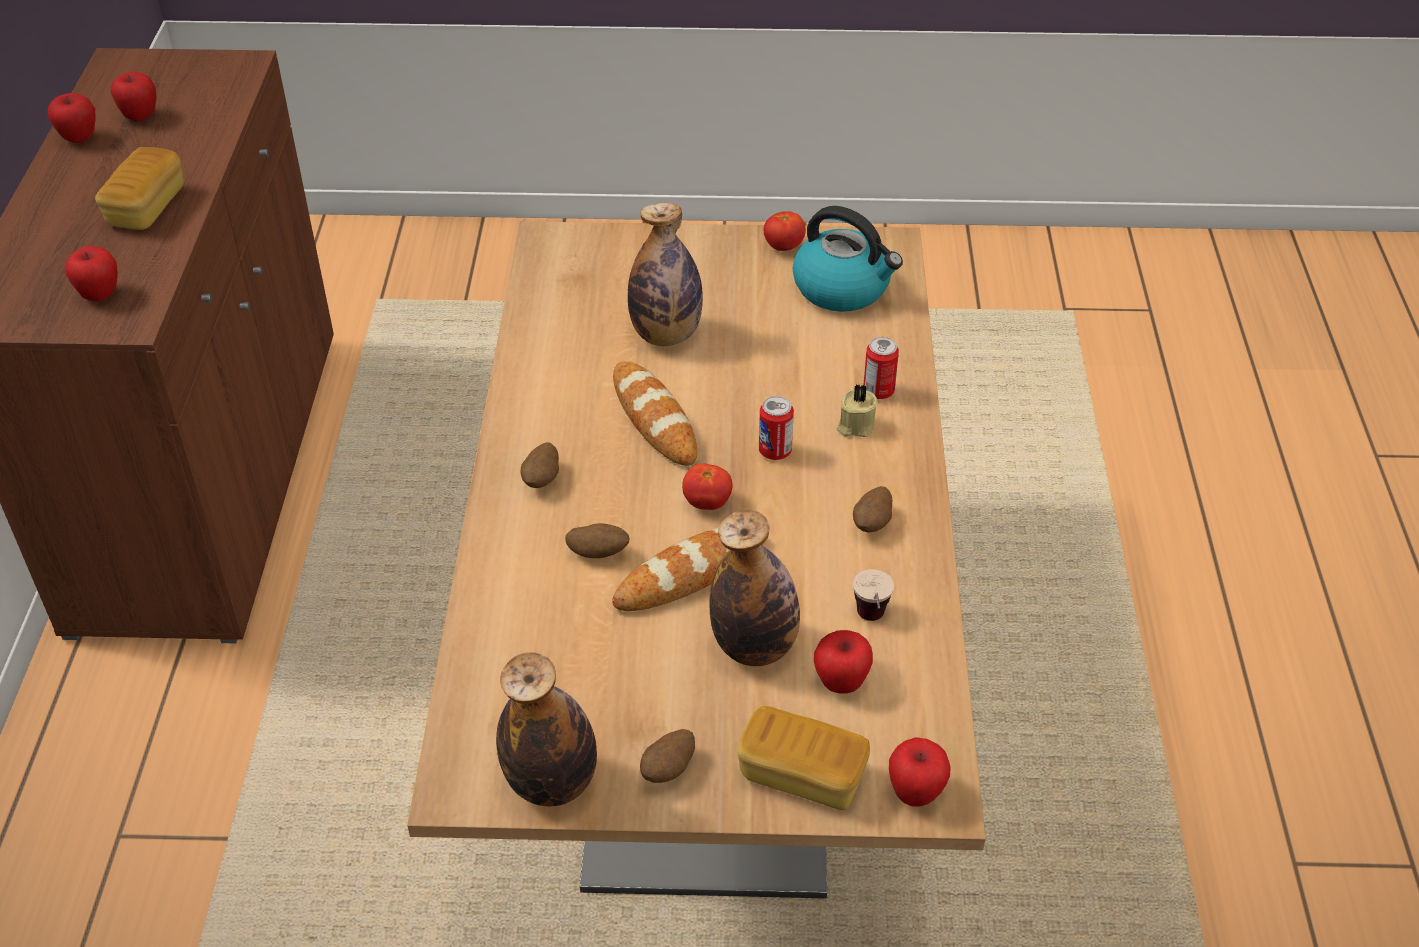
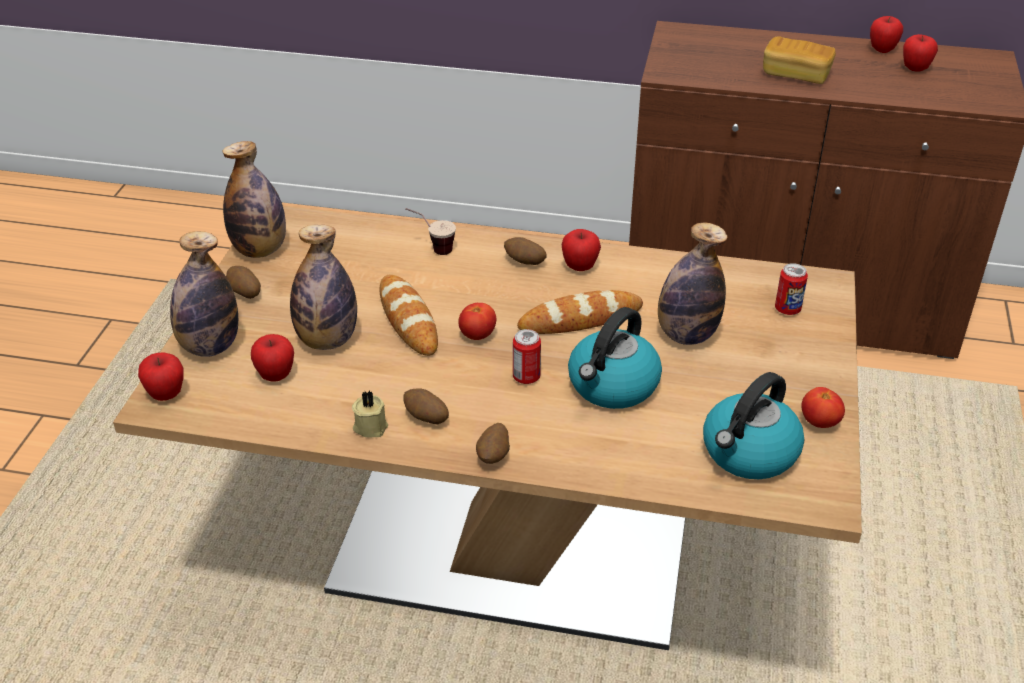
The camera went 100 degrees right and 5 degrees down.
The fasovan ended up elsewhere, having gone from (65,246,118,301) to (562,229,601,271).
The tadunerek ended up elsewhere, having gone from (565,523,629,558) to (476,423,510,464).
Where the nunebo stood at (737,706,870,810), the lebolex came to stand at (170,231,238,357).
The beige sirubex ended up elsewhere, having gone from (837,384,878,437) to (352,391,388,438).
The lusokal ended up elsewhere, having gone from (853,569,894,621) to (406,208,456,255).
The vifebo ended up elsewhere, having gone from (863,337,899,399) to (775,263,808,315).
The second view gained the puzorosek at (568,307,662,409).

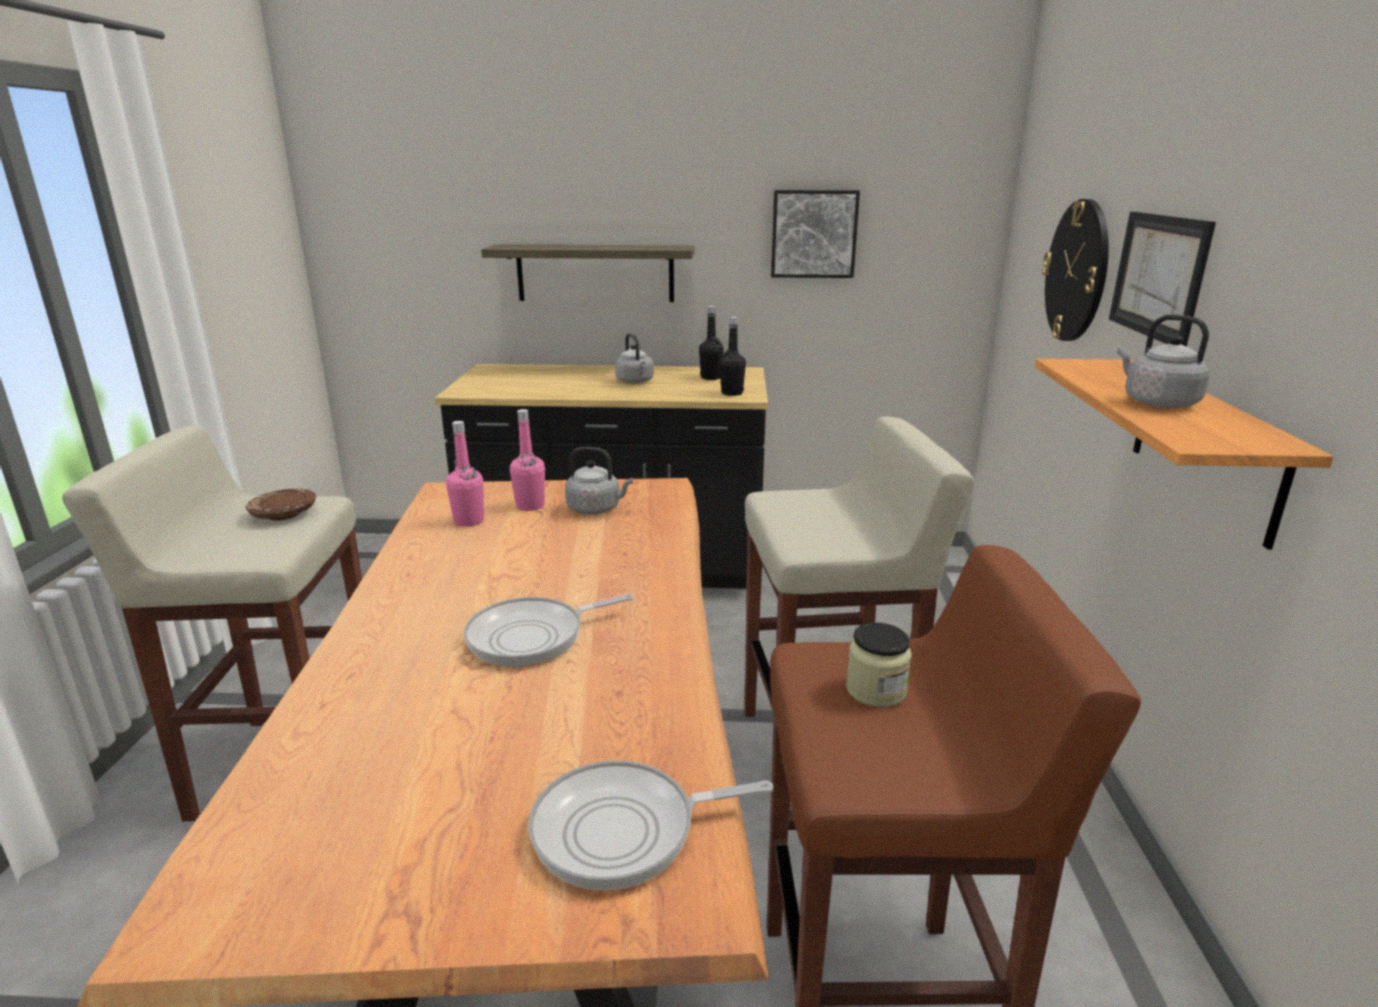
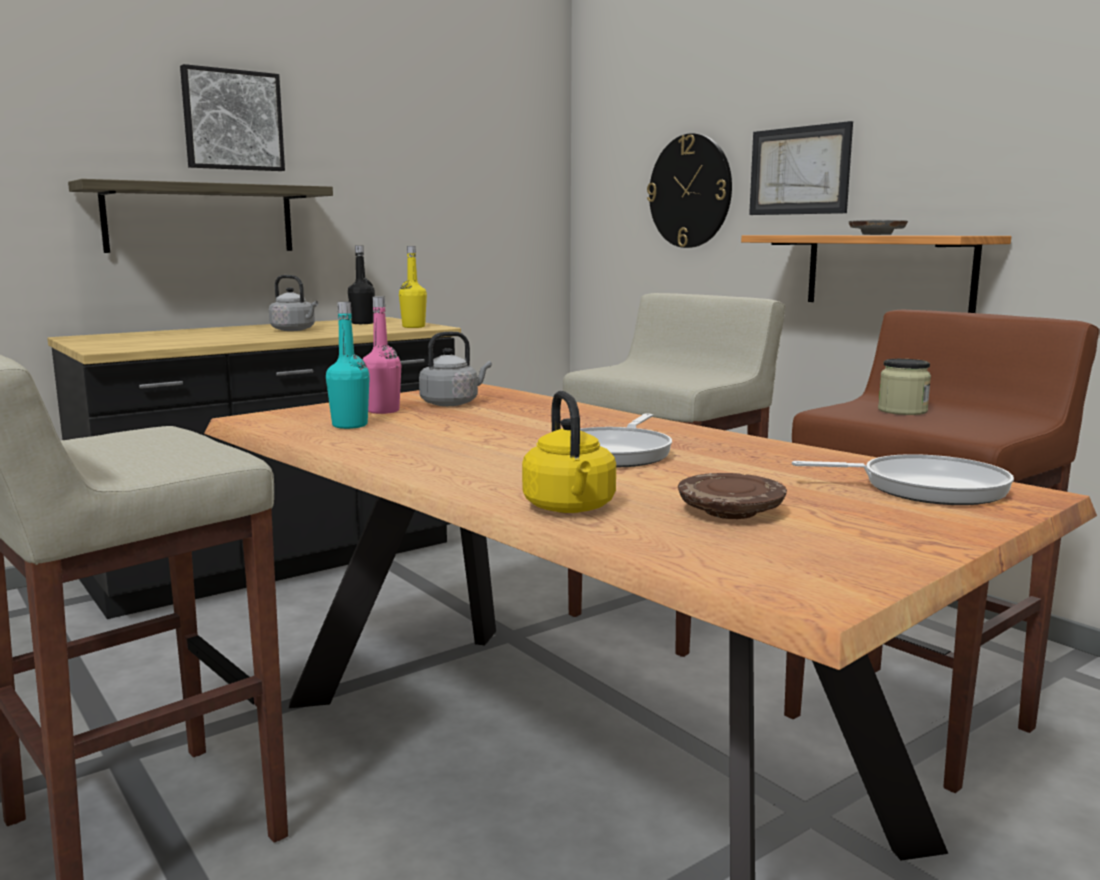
The camera went 40 degrees left and 10 degrees down.
The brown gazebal ended up elsewhere, having gone from (245,489,316,521) to (678,473,787,519).
What was the pink lebolex at (446,421,484,527) turned into the turquoise lebolex at (326,302,370,429).
The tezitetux at (528,760,773,891) ended up facing another way, 120 degrees counterclockwise from before.
What was the black lebolex at (719,317,746,396) turned into the yellow lebolex at (399,246,427,328).
The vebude ended up elsewhere, having gone from (771,190,860,278) to (180,64,285,171).
Where the grey puzorosek stood at (1117,314,1210,408), the grey gazebal came to stand at (848,219,908,235).
The second view gained the yellow puzorosek at (522,391,616,513).

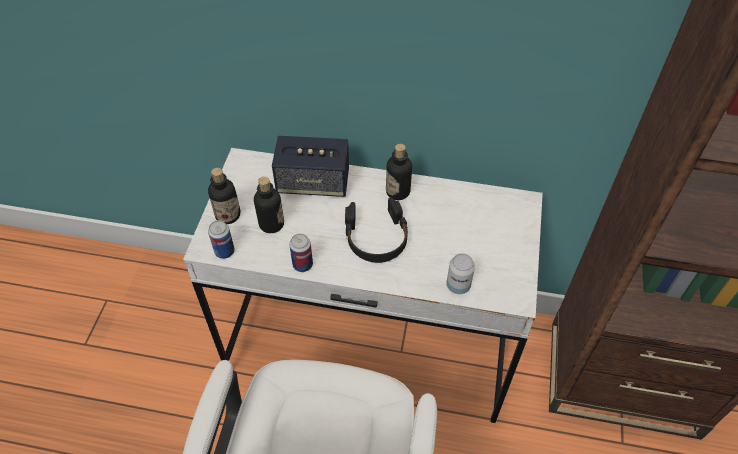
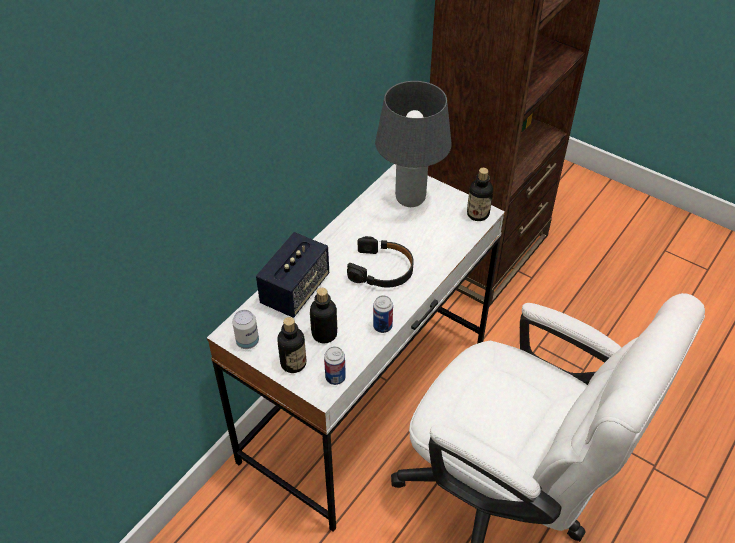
The camera went 65 degrees left and 5 degrees down.
The lebolex ended up elsewhere, having gone from (386,144,412,200) to (467,168,493,221).
The vifebo ended up elsewhere, having gone from (446,253,475,294) to (232,310,259,349).
The second view gained the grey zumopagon at (375,81,452,207).

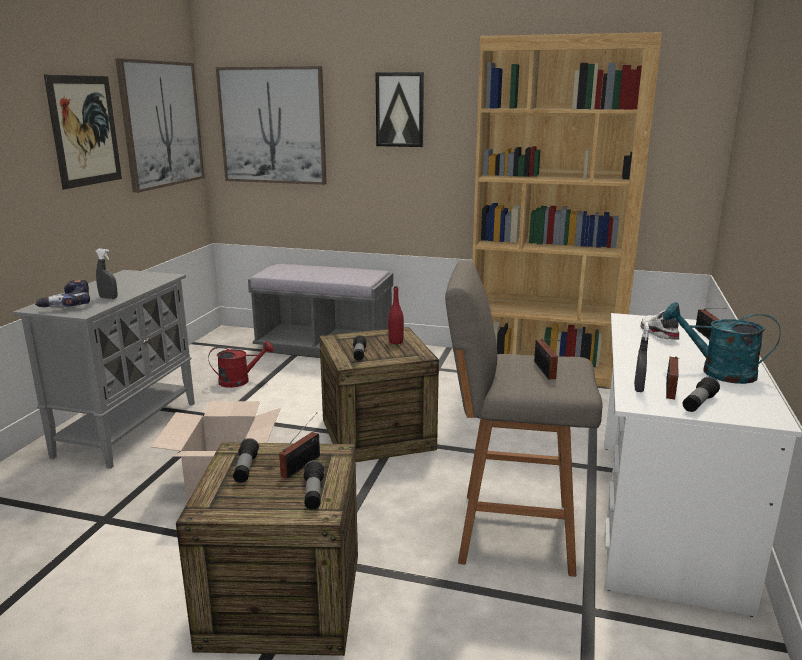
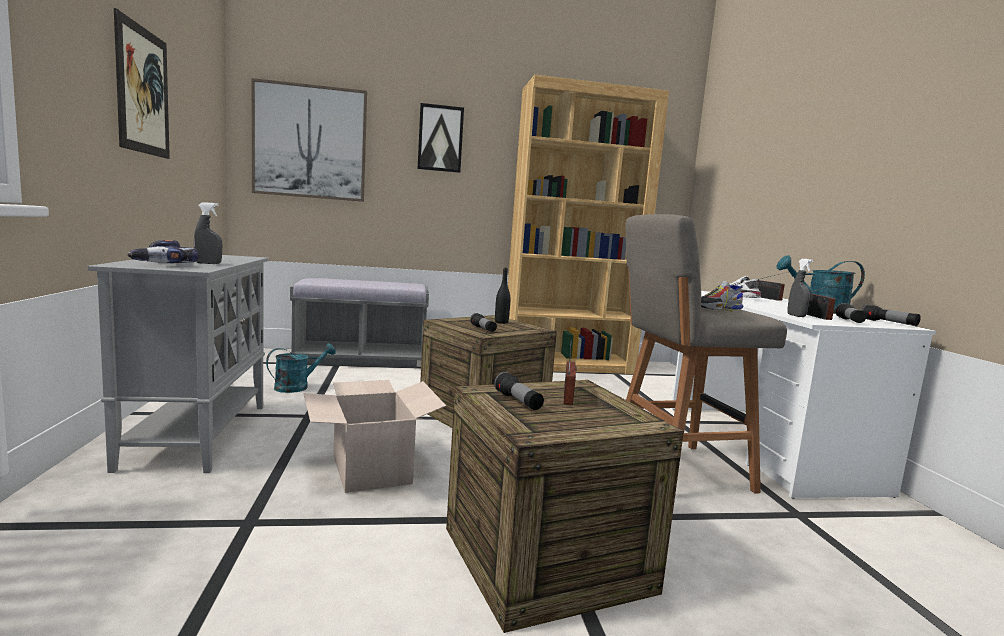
The camera went 25 degrees left and 10 degrees down.
The second view lost the vebude at (115,58,205,193).
What was the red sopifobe at (208,341,274,388) turned into the turquoise sopifobe at (266,343,336,393).
The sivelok ended up elsewhere, having gone from (304,460,324,510) to (862,304,921,326).
What was the red lebolex at (388,286,404,344) turned into the black lebolex at (495,267,510,324).
Where the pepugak stood at (534,339,560,379), the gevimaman came to stand at (701,281,744,311).

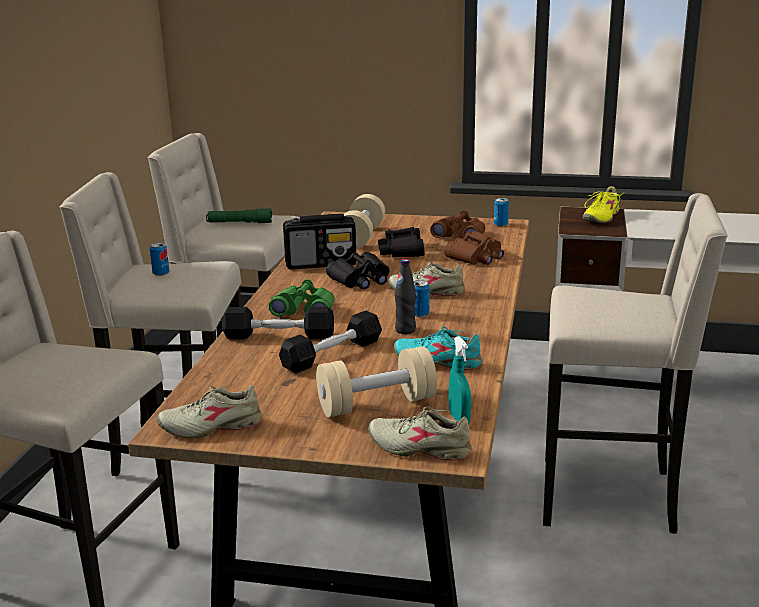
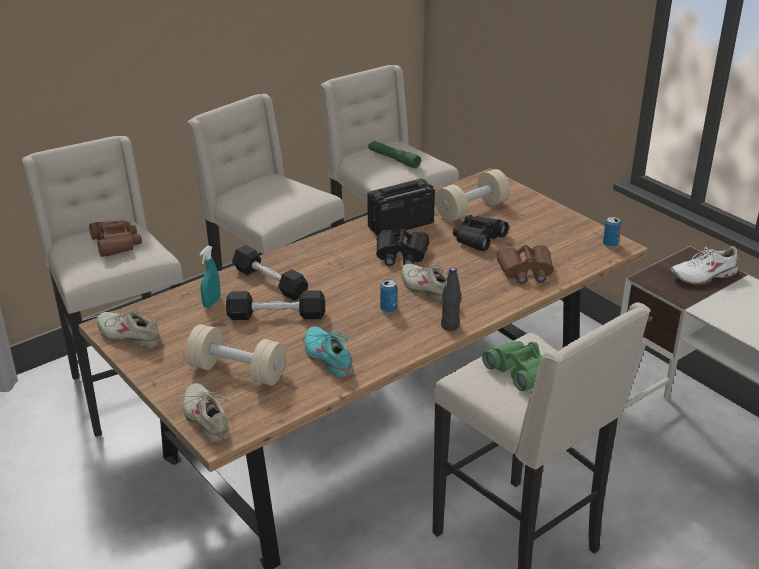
The camera went 40 degrees right and 10 degrees up.
The second view lost the vifebo at (150,242,169,276).
The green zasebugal ended up elsewhere, having gone from (269,279,335,316) to (482,341,543,391).
The pepugak at (283,214,356,270) ended up facing another way, 120 degrees clockwise from before.
The black lebolex ended up elsewhere, having gone from (395,259,416,334) to (441,267,461,331).
The brown zasebugal ended up elsewhere, having gone from (430,210,485,239) to (89,220,142,257).
The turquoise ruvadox ended up elsewhere, having gone from (449,336,471,424) to (200,246,220,308).
What was the yellow gevimaman at (583,186,622,223) turned into the white gevimaman at (670,246,738,284).

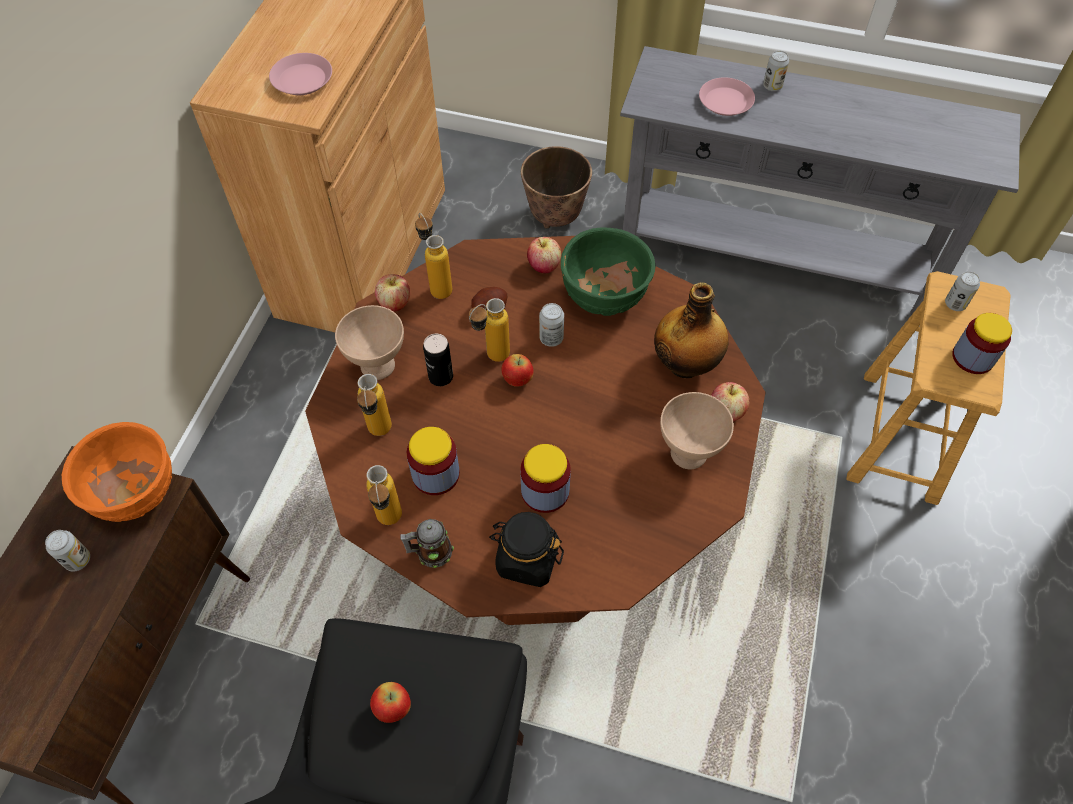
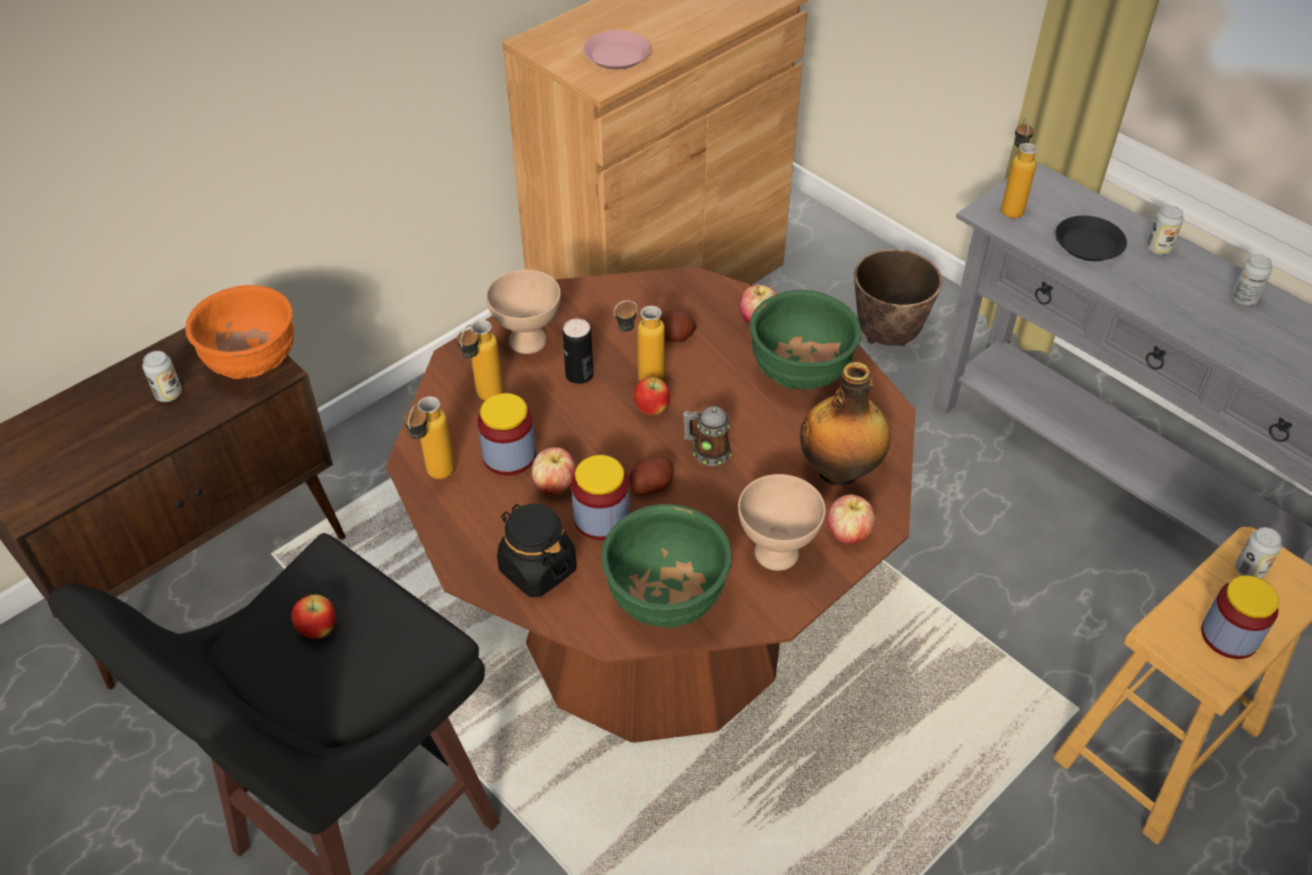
The camera went 30 degrees right and 10 degrees down.
The fasovan ended up elsewhere, having gone from (375,274,410,312) to (532,447,576,495).
The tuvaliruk ended up elsewhere, having gone from (400,519,454,568) to (683,406,732,466).
The lebolex ended up elsewhere, having gone from (415,213,452,299) to (1001,118,1038,218).
The vifebo ended up elsewhere, having gone from (539,303,564,347) to (1232,254,1272,305).
What was the pink gazebal at (699,77,755,116) turned into the black gazebal at (1055,216,1127,261).
The second view gained the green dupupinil at (601,504,732,628).
The second view gained the tadunerek at (629,456,673,494).

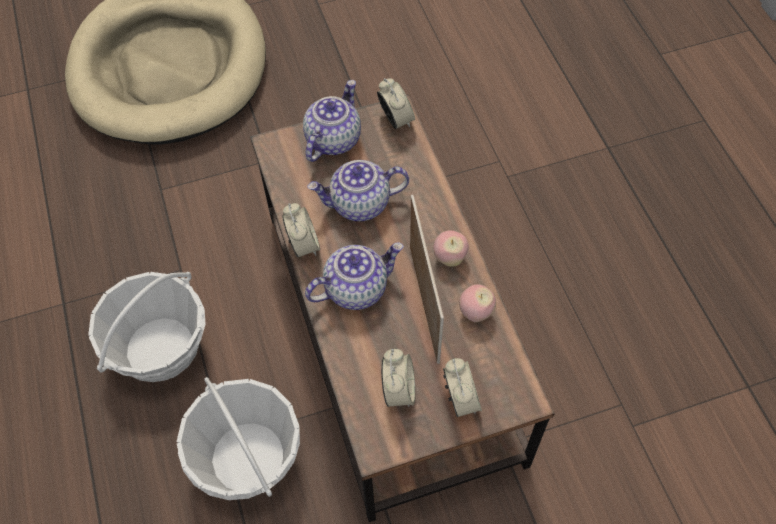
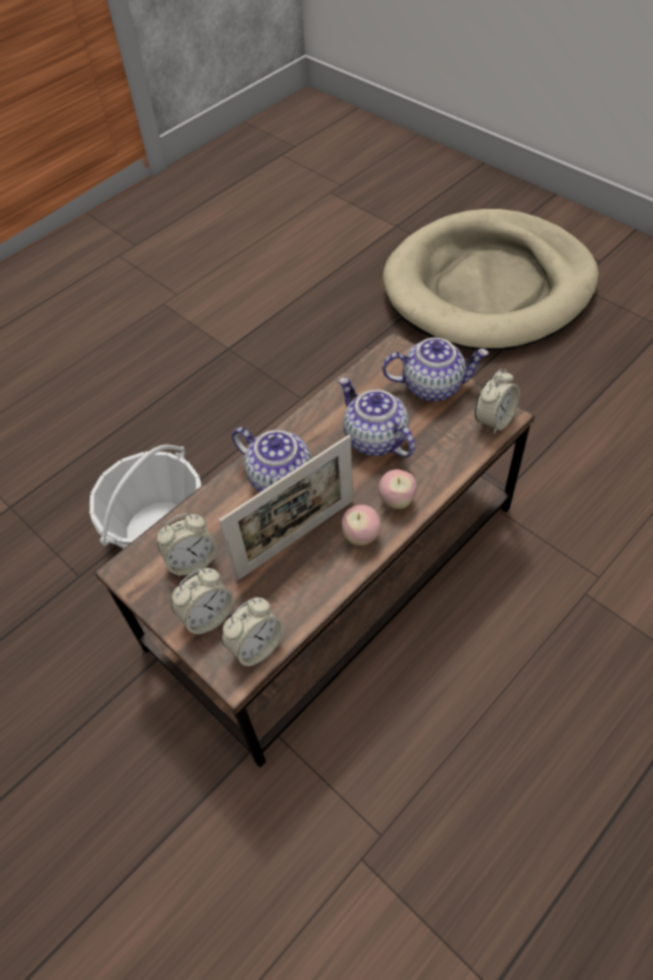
The camera went 65 degrees right and 5 degrees down.
The second view lost the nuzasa at (88,272,206,382).
The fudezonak ended up elsewhere, having gone from (282,203,320,257) to (221,597,284,667).
The fasovan ended up elsewhere, having gone from (459,284,496,322) to (378,469,417,509).

